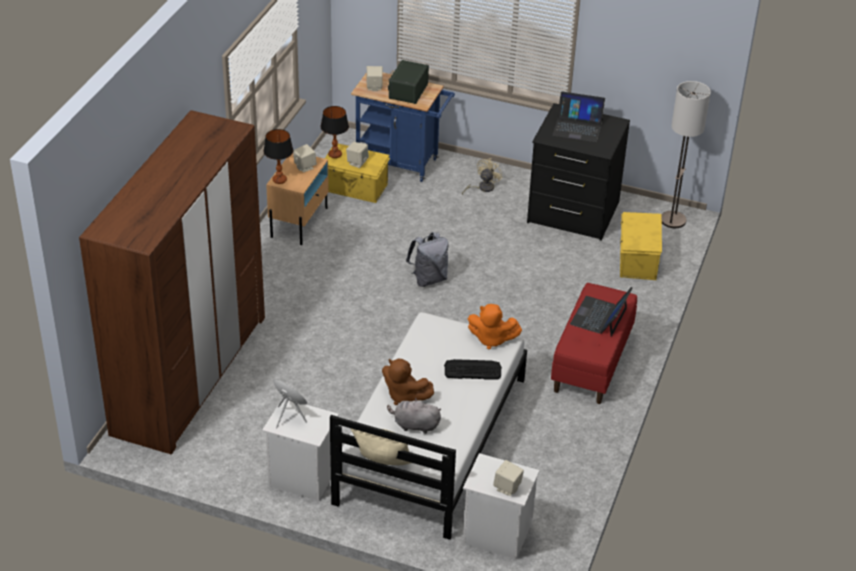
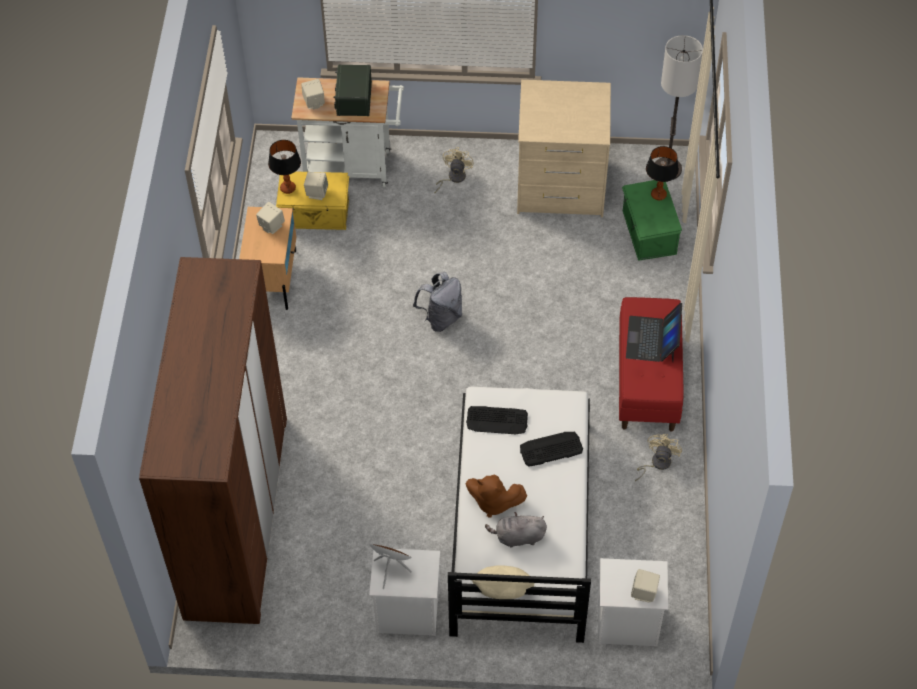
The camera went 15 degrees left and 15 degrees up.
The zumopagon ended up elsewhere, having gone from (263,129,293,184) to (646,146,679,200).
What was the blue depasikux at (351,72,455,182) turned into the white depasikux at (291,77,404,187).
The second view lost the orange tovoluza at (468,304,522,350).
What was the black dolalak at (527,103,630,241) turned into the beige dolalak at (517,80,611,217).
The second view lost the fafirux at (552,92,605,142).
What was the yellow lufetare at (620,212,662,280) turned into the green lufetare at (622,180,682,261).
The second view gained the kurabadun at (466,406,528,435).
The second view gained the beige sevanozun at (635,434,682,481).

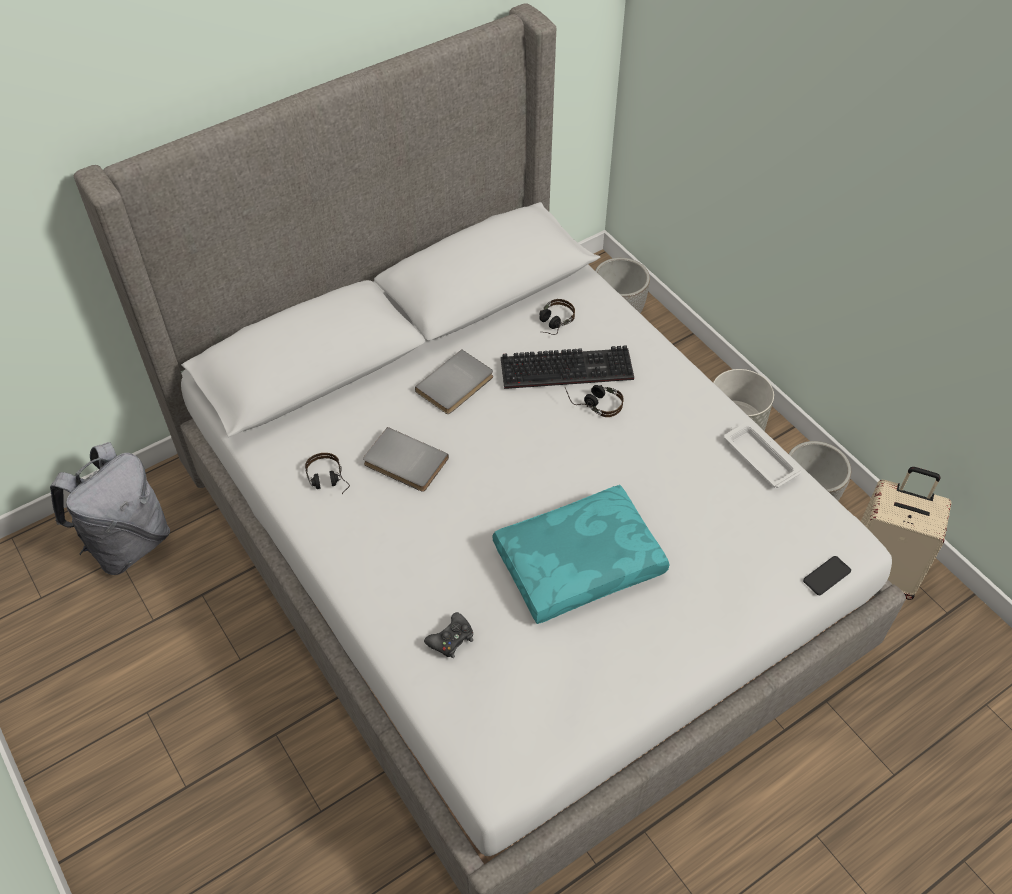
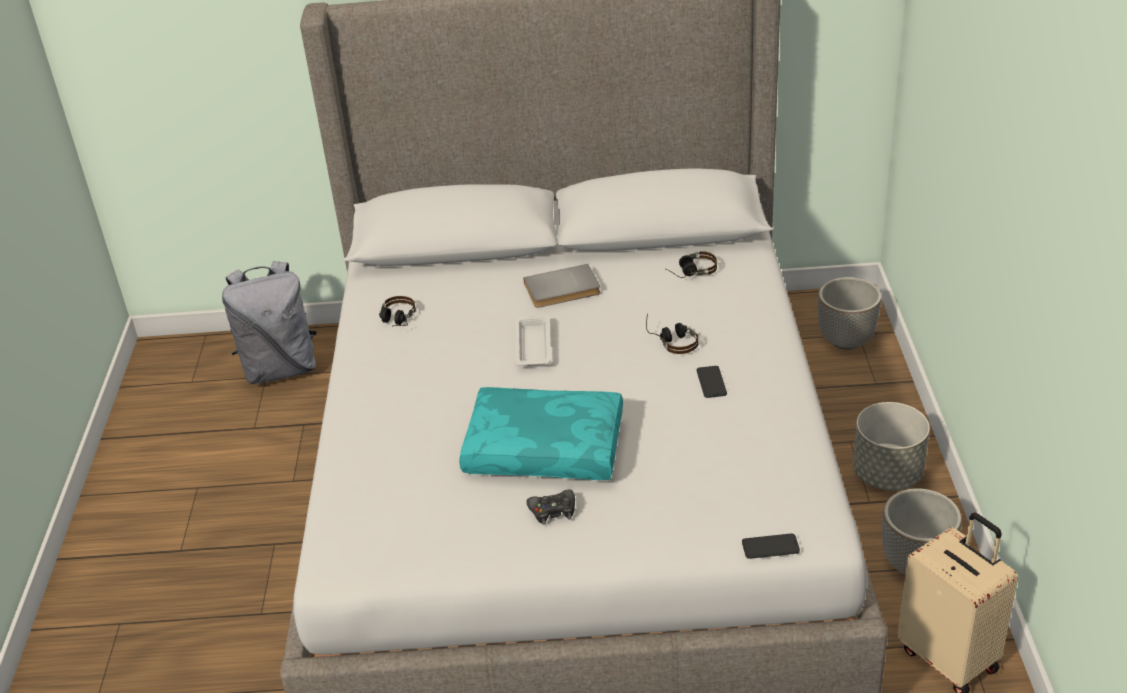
The camera went 35 degrees right and 15 degrees down.
The second view lost the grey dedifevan at (363,427,449,492).
The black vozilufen ended up elsewhere, having gone from (424,612,473,658) to (526,490,575,525).
The second view lost the kurabadun at (501,345,634,389).
The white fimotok ended up elsewhere, having gone from (724,422,801,488) to (515,315,551,366).
The second view gained the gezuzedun at (697,366,727,398).

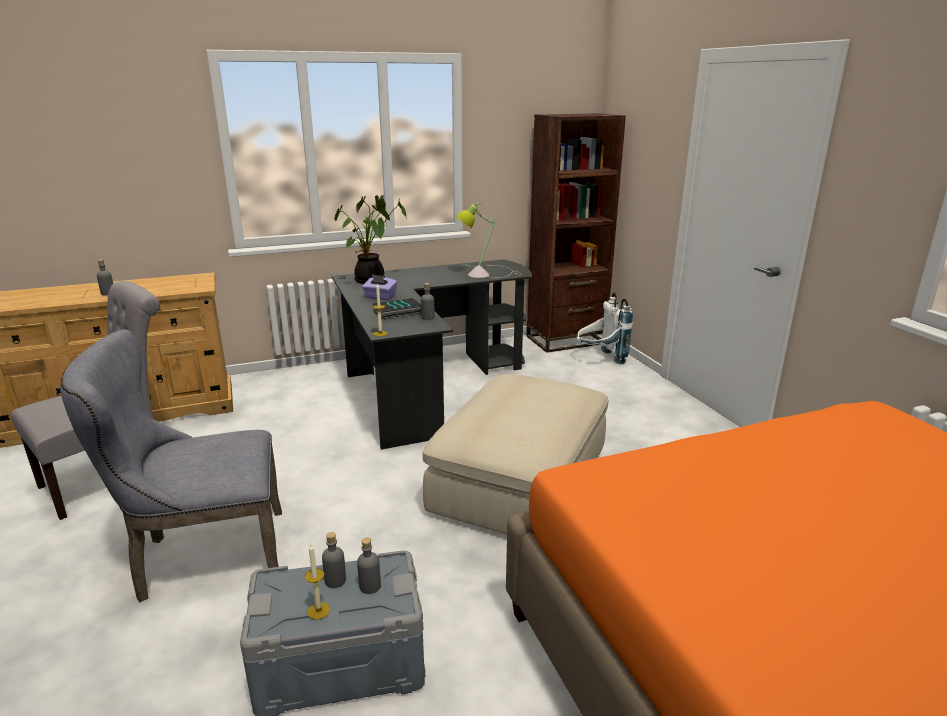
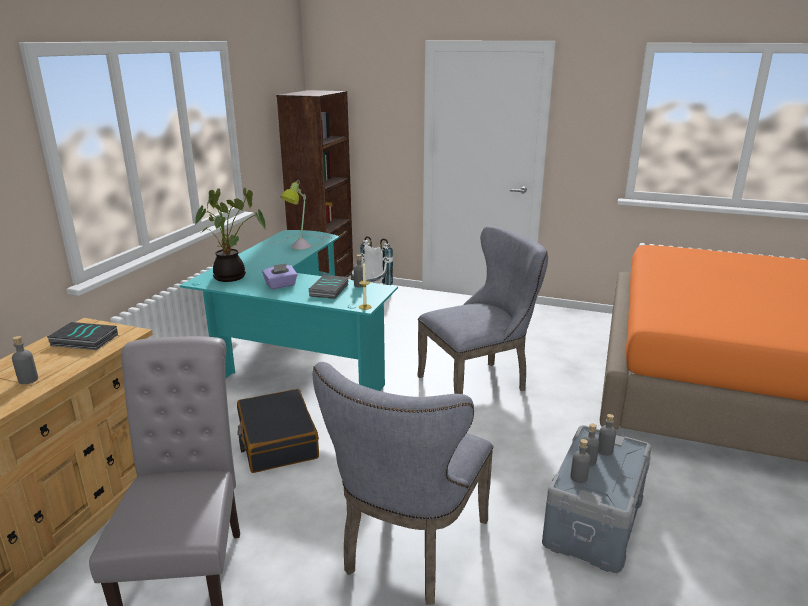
The camera went 50 degrees left and 0 degrees up.
The second view lost the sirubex at (305,544,330,619).
What was the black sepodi at (332,259,532,450) turned into the turquoise sepodi at (180,230,398,391).
Where the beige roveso stood at (423,374,609,534), the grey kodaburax came to stand at (417,226,548,394).
The second view gained the dedifevan at (47,322,118,350).
The second view gained the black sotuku at (237,389,319,473).
The second view gained the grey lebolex at (570,439,591,483).

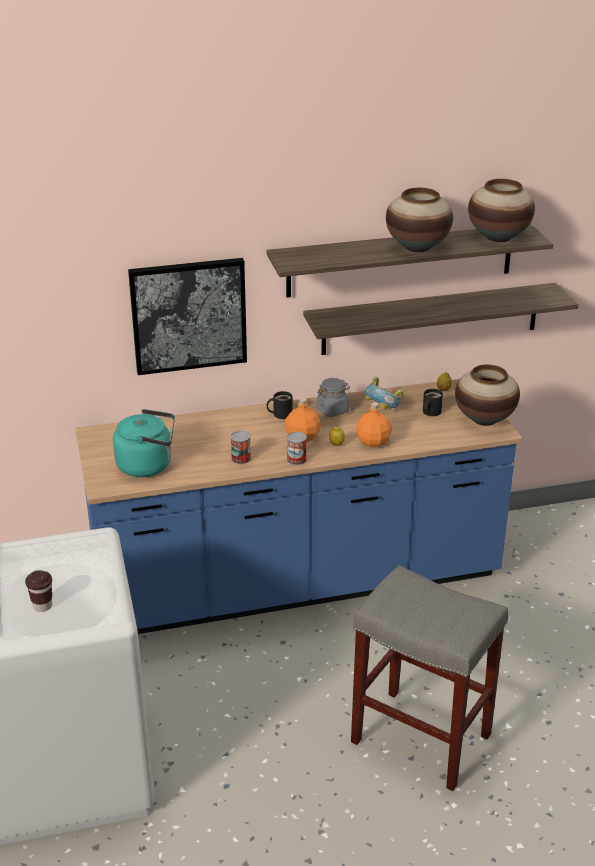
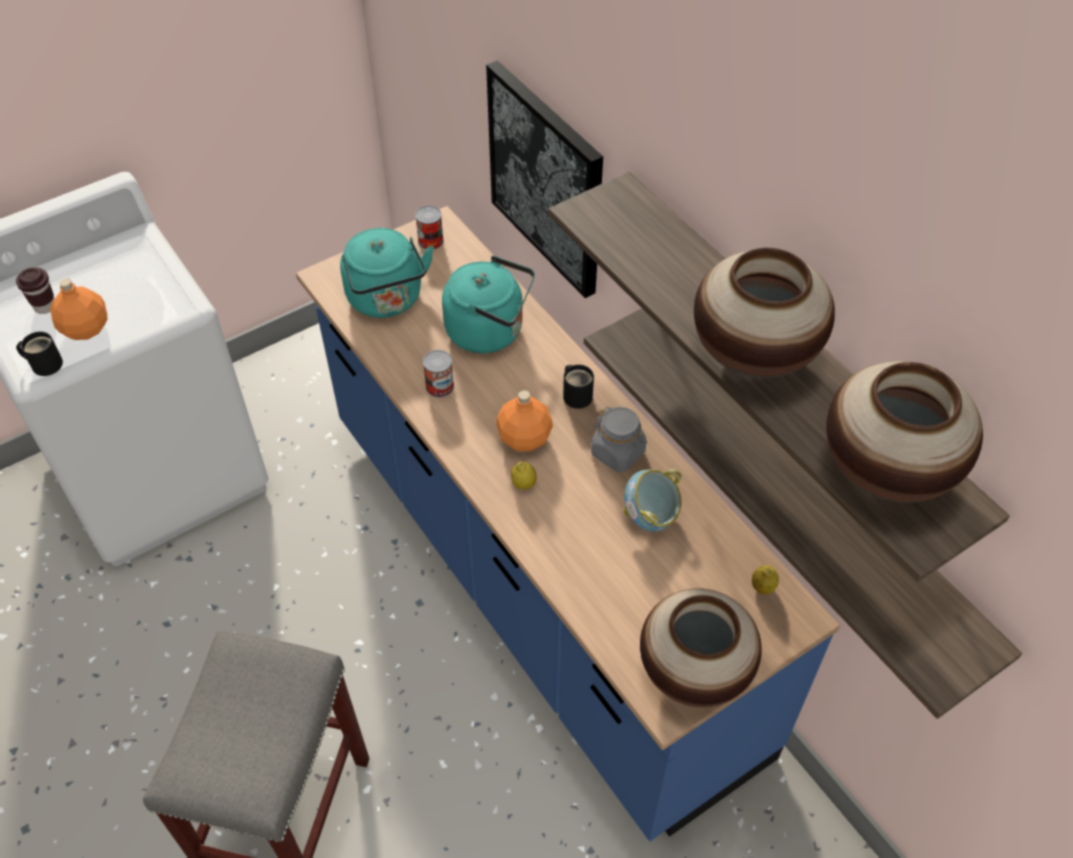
The camera went 70 degrees right and 20 degrees up.
The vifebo ended up elsewhere, having gone from (287,432,307,465) to (415,205,444,250).
The orange lebolex ended up elsewhere, having gone from (356,402,392,447) to (50,278,107,340).
The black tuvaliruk ended up elsewhere, having gone from (423,389,443,416) to (16,332,63,376).
The second view gained the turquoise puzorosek at (442,256,535,353).

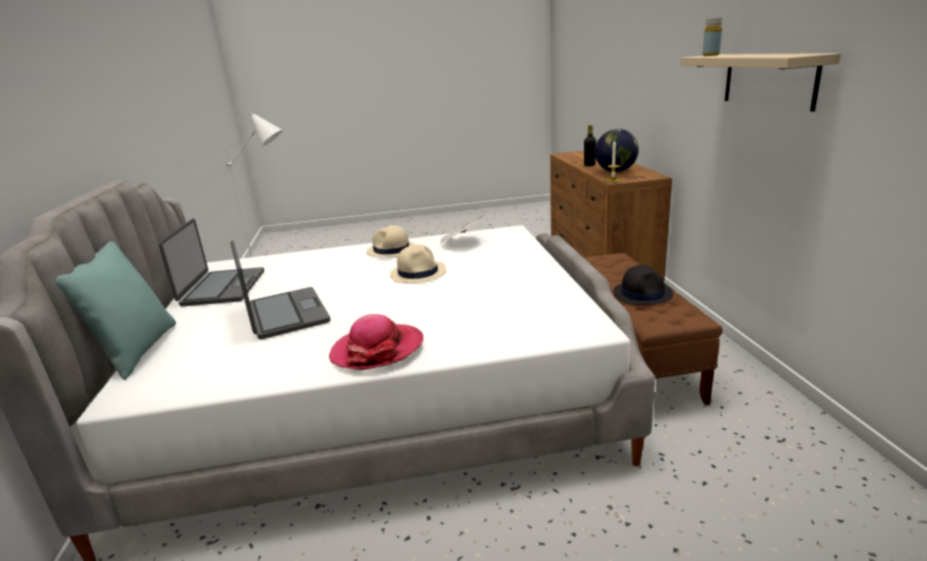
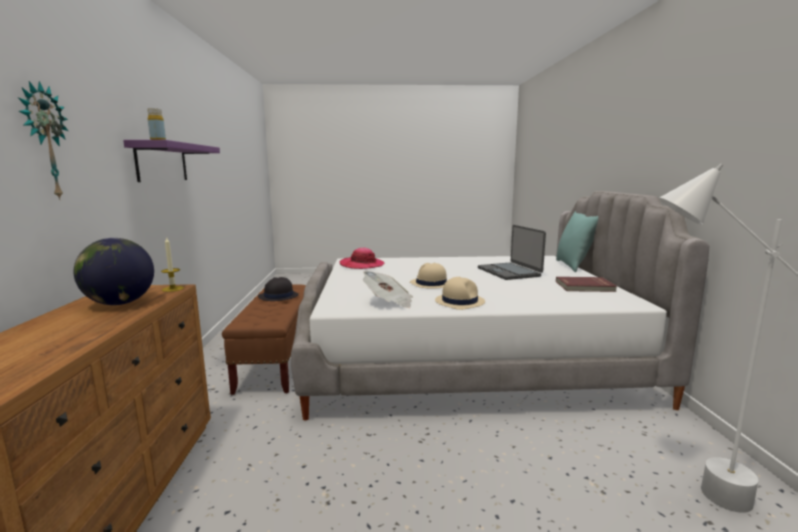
The camera went 175 degrees left and 10 degrees down.
Where the fafirux stood at (158,219,264,306), the red dedifevan came to stand at (556,277,617,292).
The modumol ended up elsewhere, having gone from (329,314,424,370) to (340,248,384,269).
The second view lost the black lebolex at (584,125,596,166).
What was the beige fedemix at (680,53,841,112) turned into the purple fedemix at (123,140,220,182).
The second view gained the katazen at (18,81,68,200).

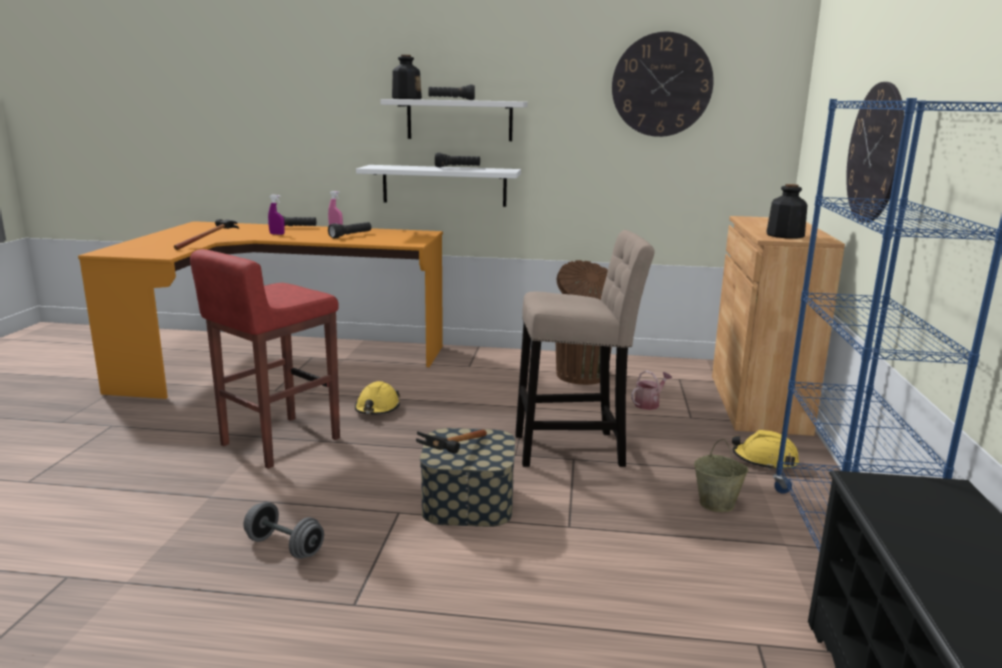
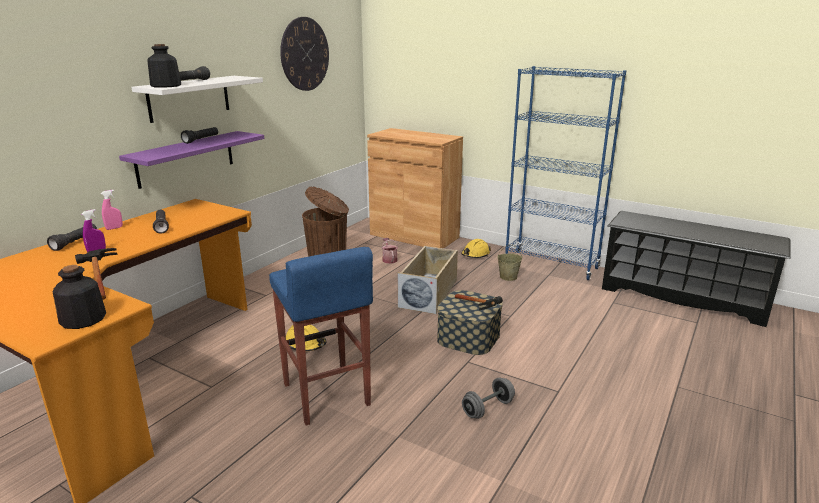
The camera went 65 degrees left and 5 degrees up.
What was the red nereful at (190,249,340,469) turned into the blue nereful at (269,247,373,426).
What was the white fedemix at (356,165,521,207) turned into the purple fedemix at (119,131,265,189).
Where the beige nereful stood at (515,230,655,467), the beige lufetare came to stand at (397,246,458,314).
The lebolex ended up elsewhere, having gone from (766,184,807,239) to (52,265,106,329).
The second view lost the katazen at (846,82,904,223).

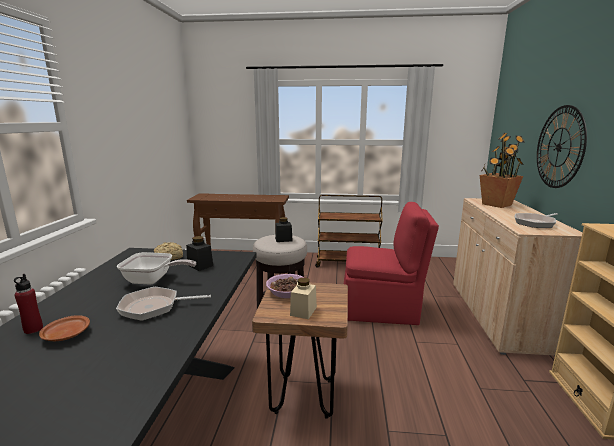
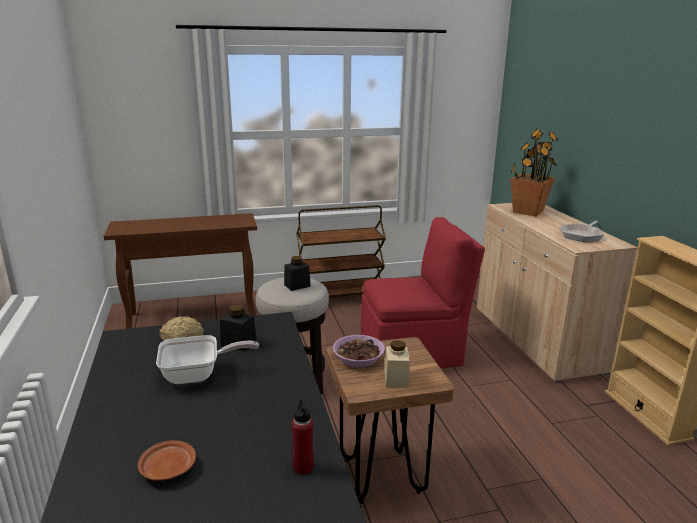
The camera went 20 degrees left and 5 degrees up.
The red lebolex ended up elsewhere, having gone from (14,274,43,334) to (292,399,314,475).
The second view lost the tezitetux at (116,287,211,321).
The second view lost the katazen at (537,105,587,188).

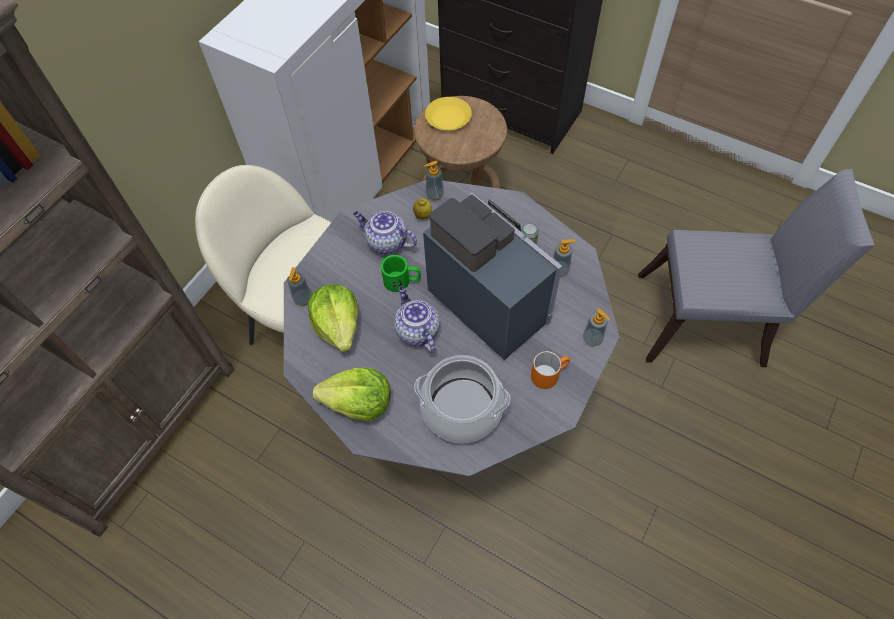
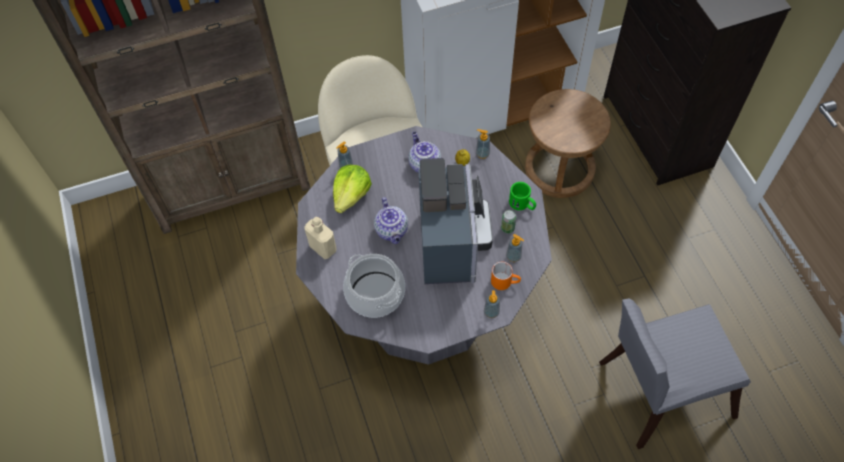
The camera went 40 degrees right and 0 degrees up.
Where the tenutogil stood at (313,368,390,421), the beige lebolex came to stand at (305,217,337,259).
The green tuvaliruk ended up elsewhere, having gone from (381,255,421,292) to (509,182,536,210).
The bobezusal at (394,286,440,353) ended up facing another way, 150 degrees clockwise from before.
The second view lost the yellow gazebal at (425,97,472,130).
The orange tuvaliruk ended up elsewhere, having gone from (531,351,570,389) to (491,262,521,290).
The grey kodaburax at (638,169,875,367) ended up facing another way, 120 degrees clockwise from before.

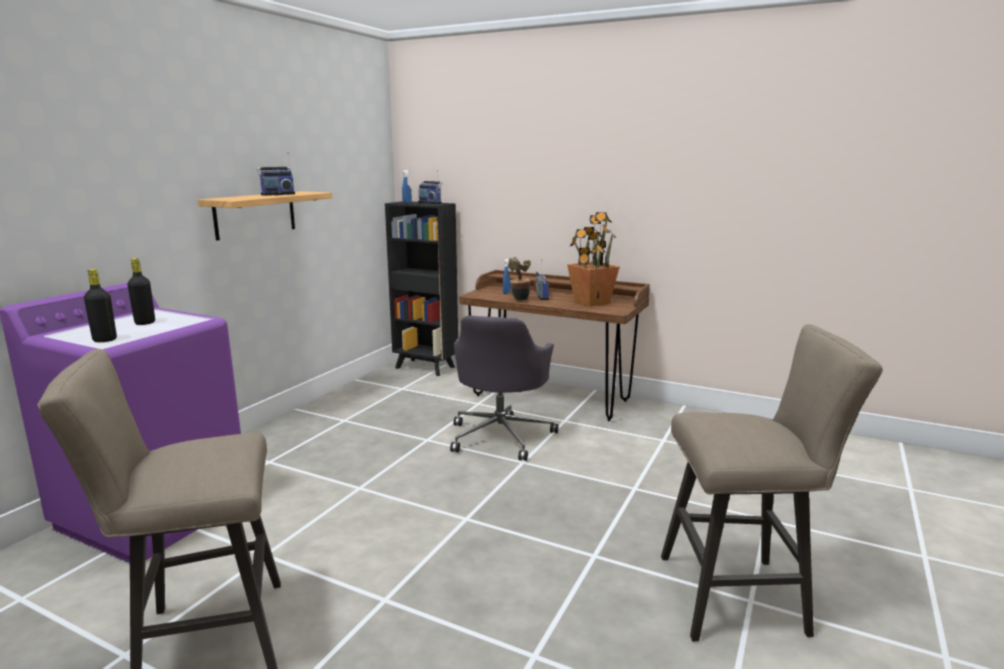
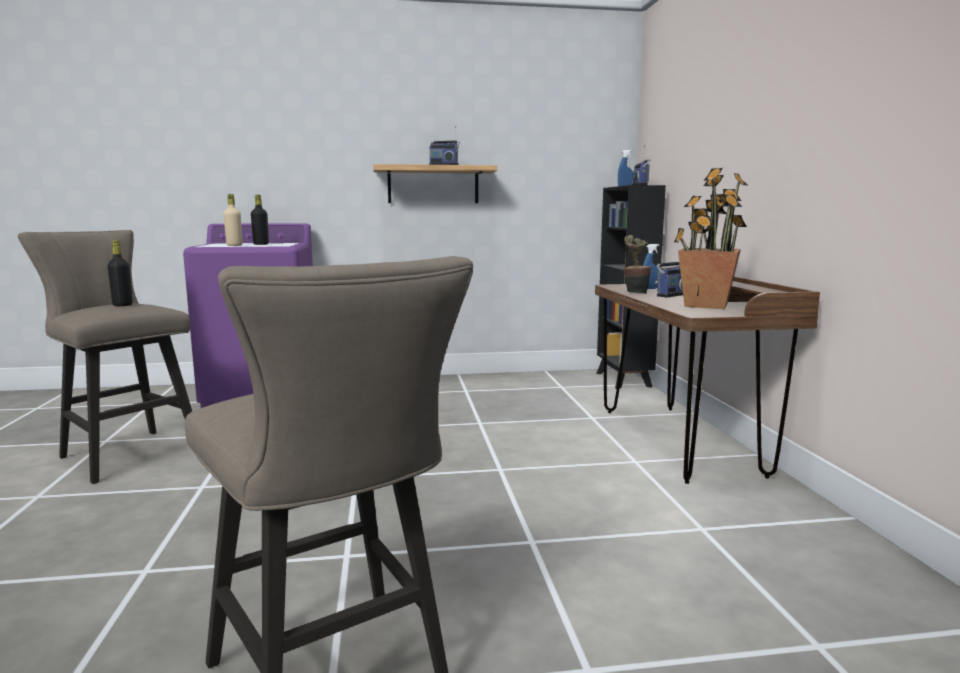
The camera went 55 degrees right and 5 degrees down.
The black lebolex ended up elsewhere, having gone from (84,269,117,342) to (107,241,133,306).
The second view lost the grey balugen at (450,315,558,461).
The second view gained the beige lebolex at (223,194,242,246).

